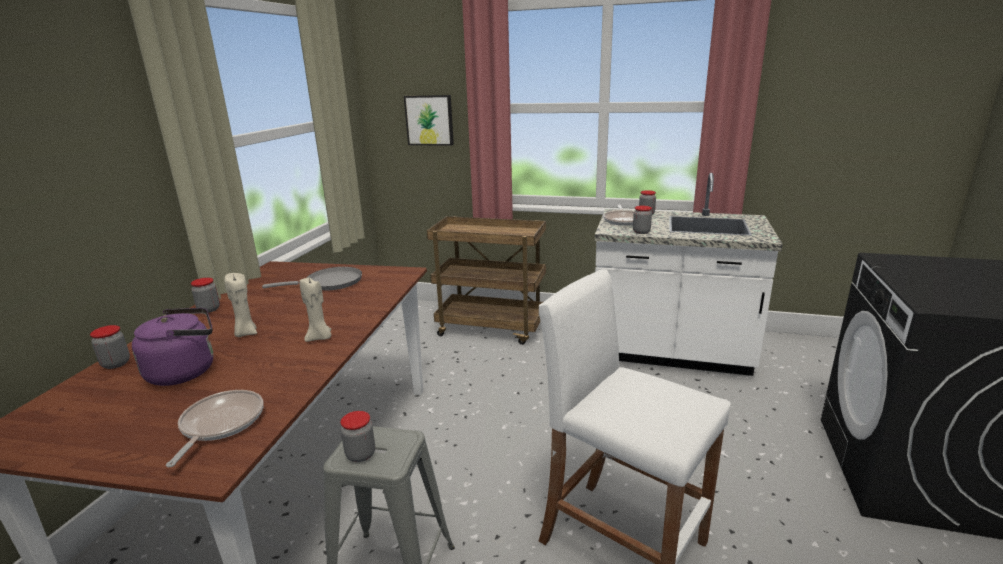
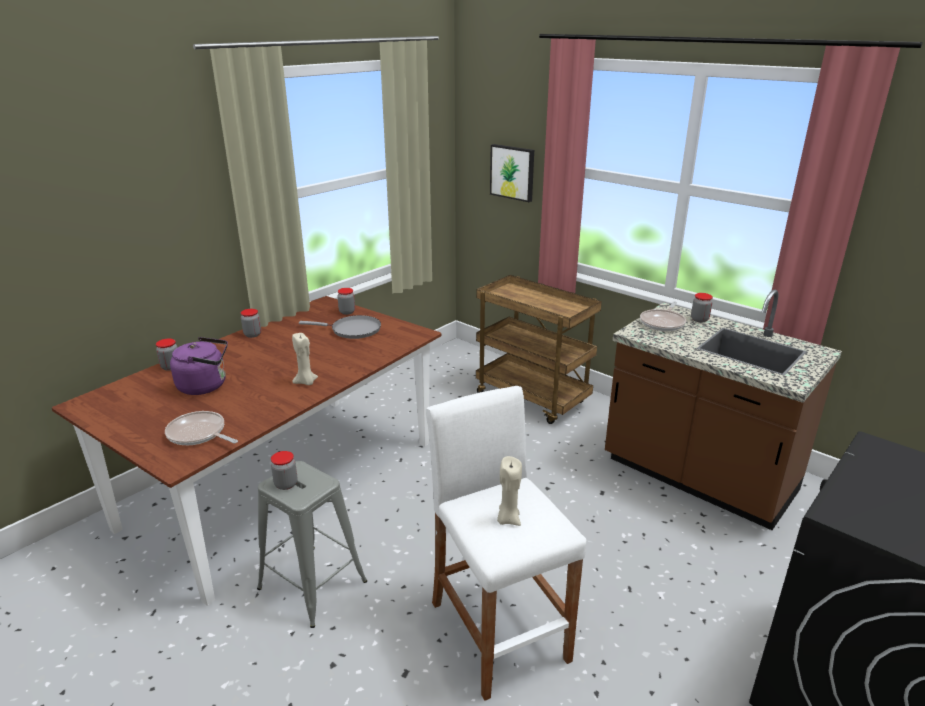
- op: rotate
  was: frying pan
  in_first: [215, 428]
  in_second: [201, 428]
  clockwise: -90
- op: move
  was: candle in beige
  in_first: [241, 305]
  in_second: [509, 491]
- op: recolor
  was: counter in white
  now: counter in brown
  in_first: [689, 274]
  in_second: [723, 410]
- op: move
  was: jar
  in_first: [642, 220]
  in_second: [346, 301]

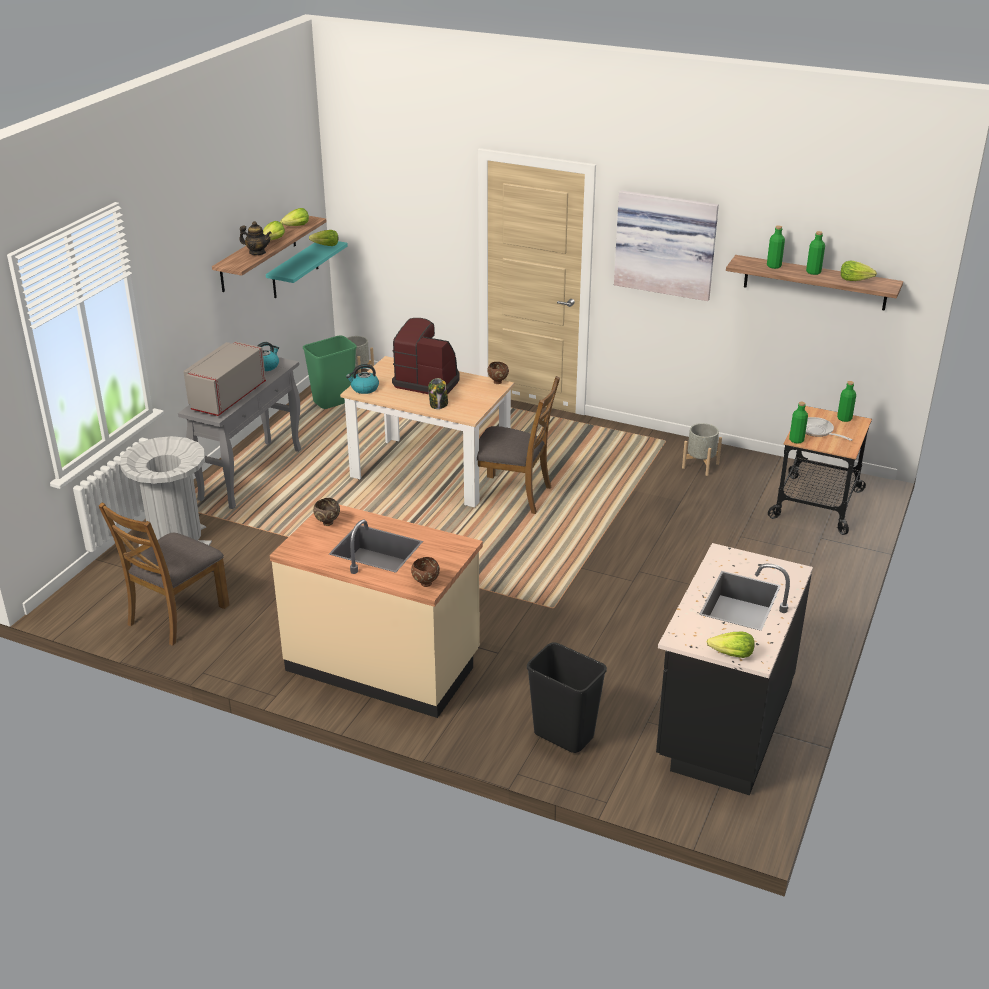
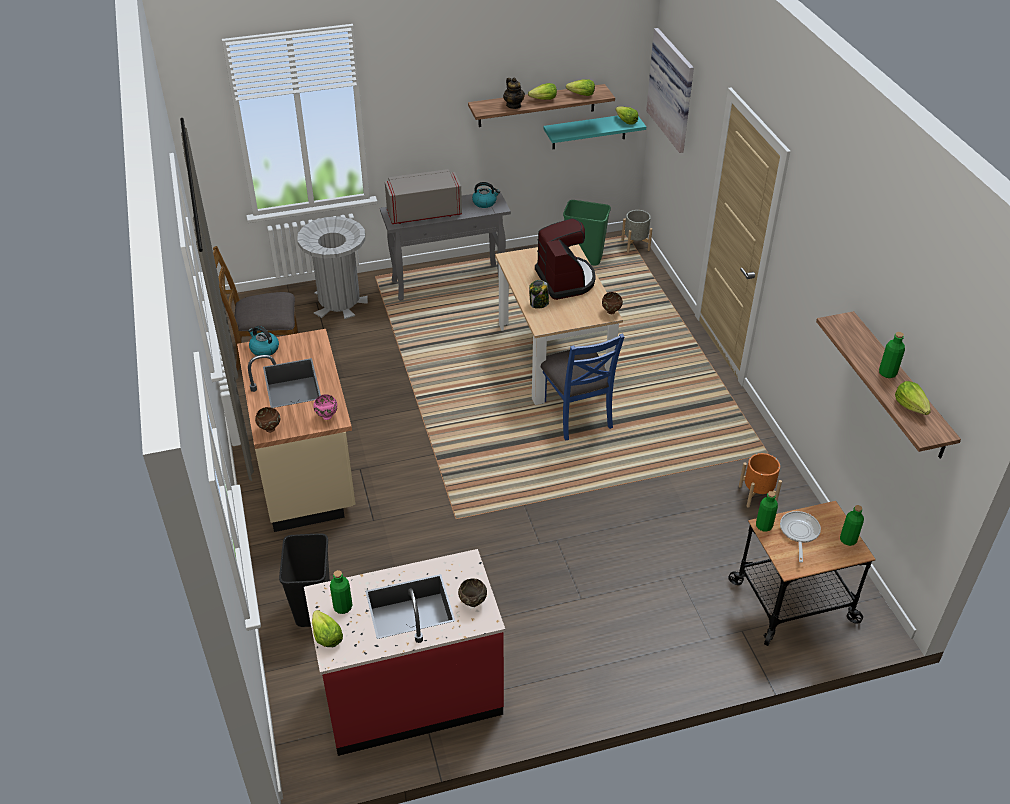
- op: move
  was: bowl in brown
  in_first: [326, 512]
  in_second: [472, 593]
- op: move
  was: kettle
  in_first: [362, 379]
  in_second: [263, 341]
- op: recolor
  was: chair in brown
  now: chair in blue
  in_first: [518, 445]
  in_second: [582, 387]
- op: move
  was: picture
  in_first: [666, 245]
  in_second: [670, 90]
- op: recolor
  was: counter in black
  now: counter in red
  in_first: [734, 669]
  in_second: [404, 652]
- op: recolor
  was: planter in grey
  now: planter in orange
  in_first: [702, 449]
  in_second: [760, 480]
- op: move
  was: bottle in green
  in_first: [776, 247]
  in_second: [341, 592]
- op: insert
  now: bowl in pink
  in_second: [325, 407]

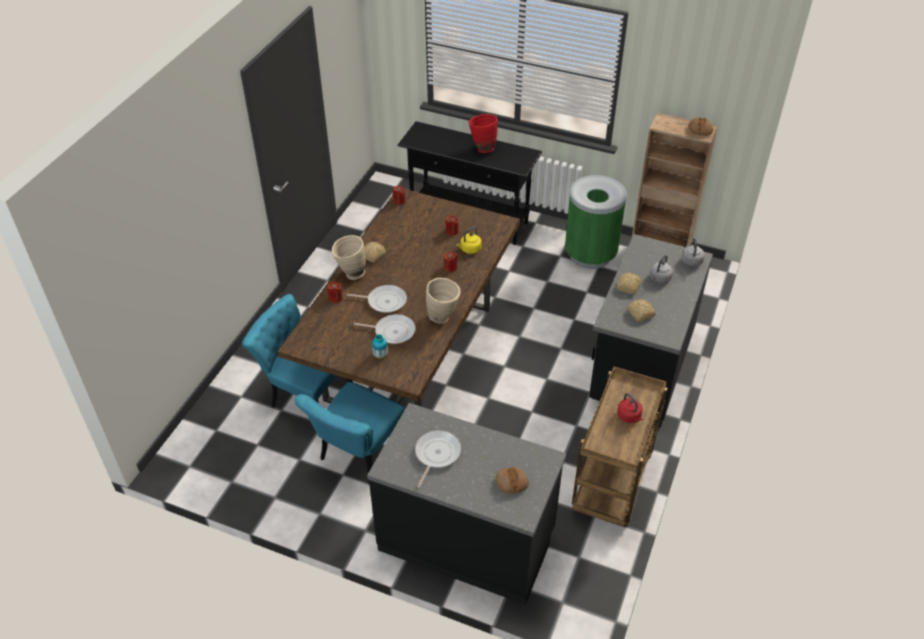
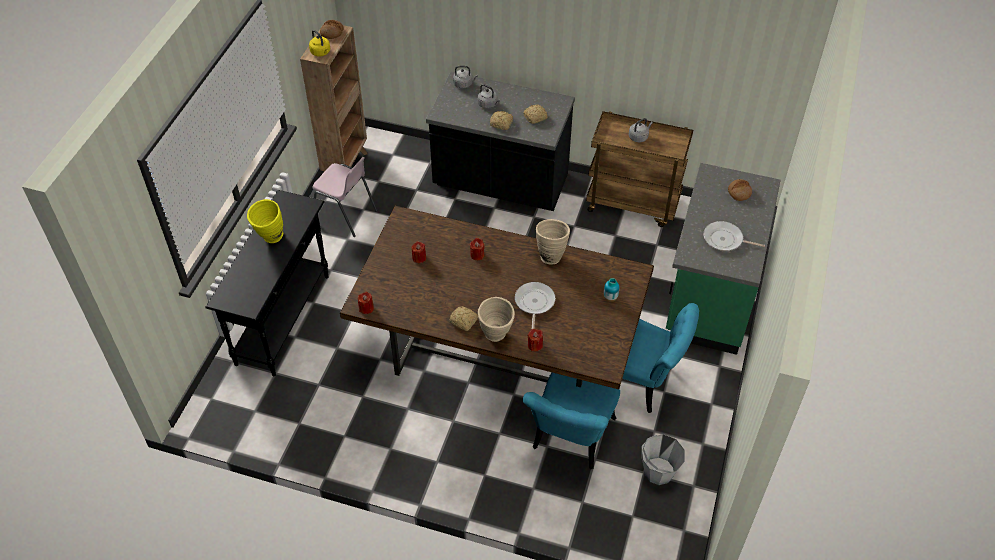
- op: delete
  was: frying pan
  in_first: [385, 329]
- op: recolor
  was: counter in black
  now: counter in green
  in_first: [466, 504]
  in_second: [723, 259]
- op: move
  was: kettle in yellow
  in_first: [469, 240]
  in_second: [319, 43]
- op: recolor
  was: vase in red
  now: vase in yellow
  in_first: [483, 133]
  in_second: [265, 221]
- op: replace
  was: trash can in green
  now: chair in pink
  in_first: [596, 222]
  in_second: [345, 197]
- op: recolor
  was: kettle in red
  now: kettle in grey
  in_first: [630, 408]
  in_second: [641, 130]
- op: insert
  now: bucket in grey
  in_second: [663, 459]

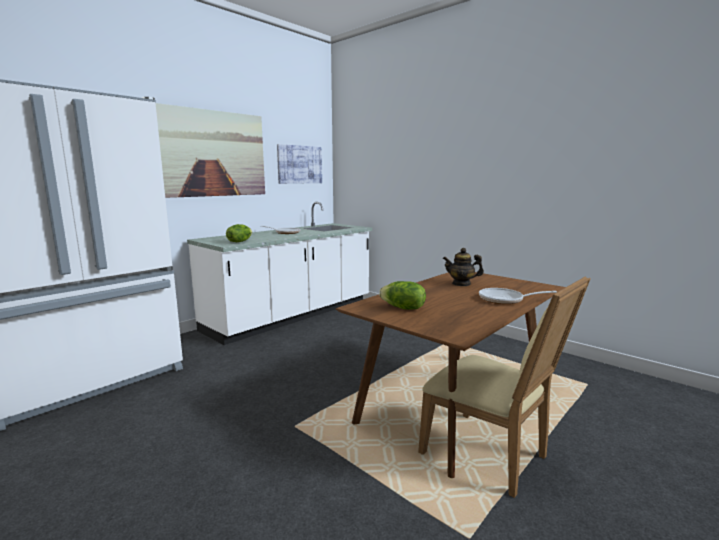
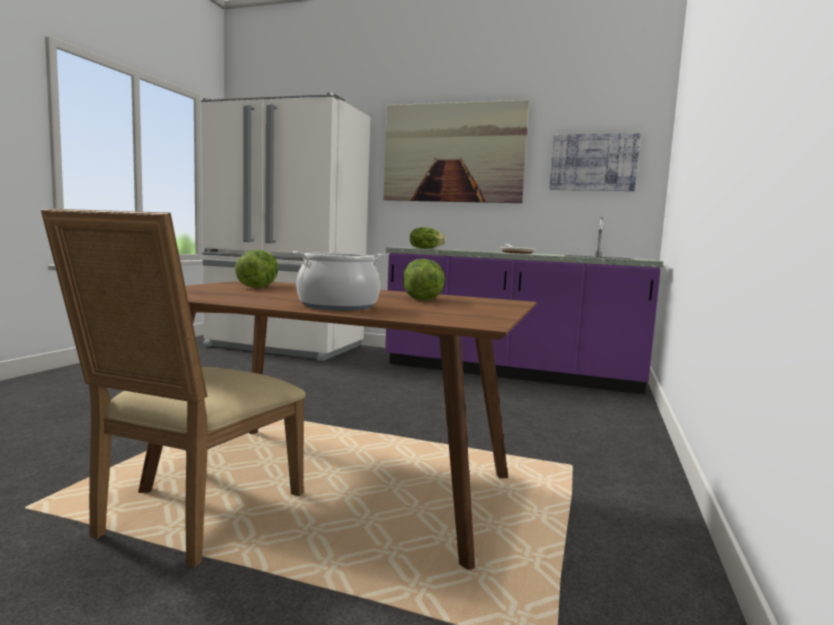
- op: recolor
  was: counter in white
  now: counter in purple
  in_first: [279, 273]
  in_second: [524, 306]
- op: replace
  was: teapot
  now: lettuce
  in_first: [463, 267]
  in_second: [424, 279]
- op: replace
  was: frying pan
  now: cooking pot
  in_first: [518, 296]
  in_second: [339, 281]

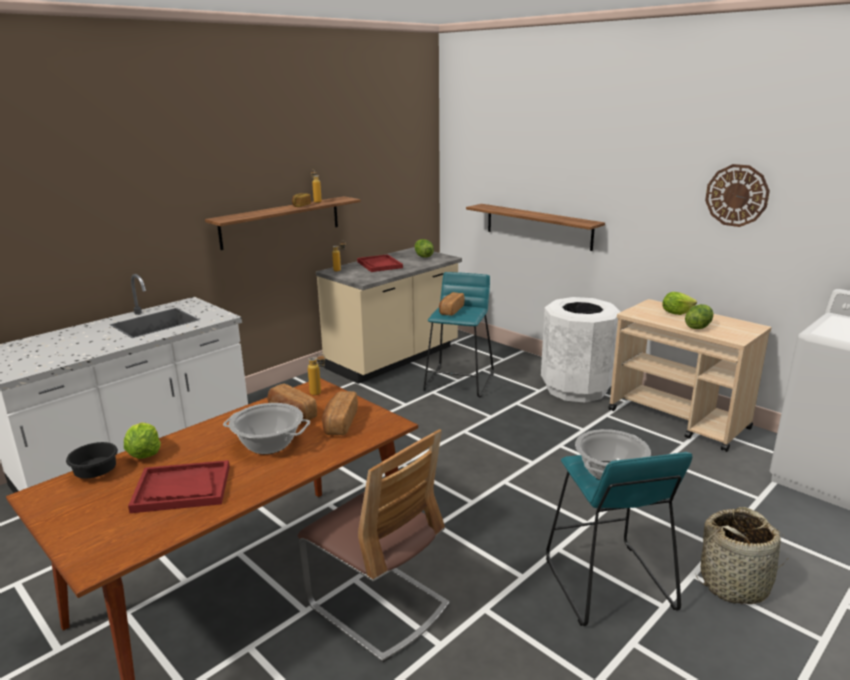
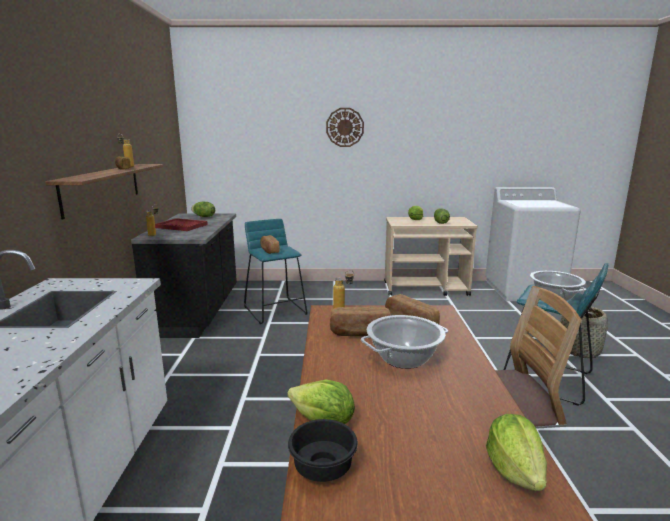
- op: delete
  was: tray in red
  in_first: [179, 486]
- op: recolor
  was: counter in beige
  now: counter in black
  in_first: [389, 315]
  in_second: [184, 275]
- op: delete
  was: shelf
  in_first: [535, 227]
- op: delete
  was: trash can in white
  in_first: [581, 350]
- op: move
  was: wall clock
  in_first: [737, 195]
  in_second: [345, 127]
- op: insert
  now: lettuce
  in_second: [516, 452]

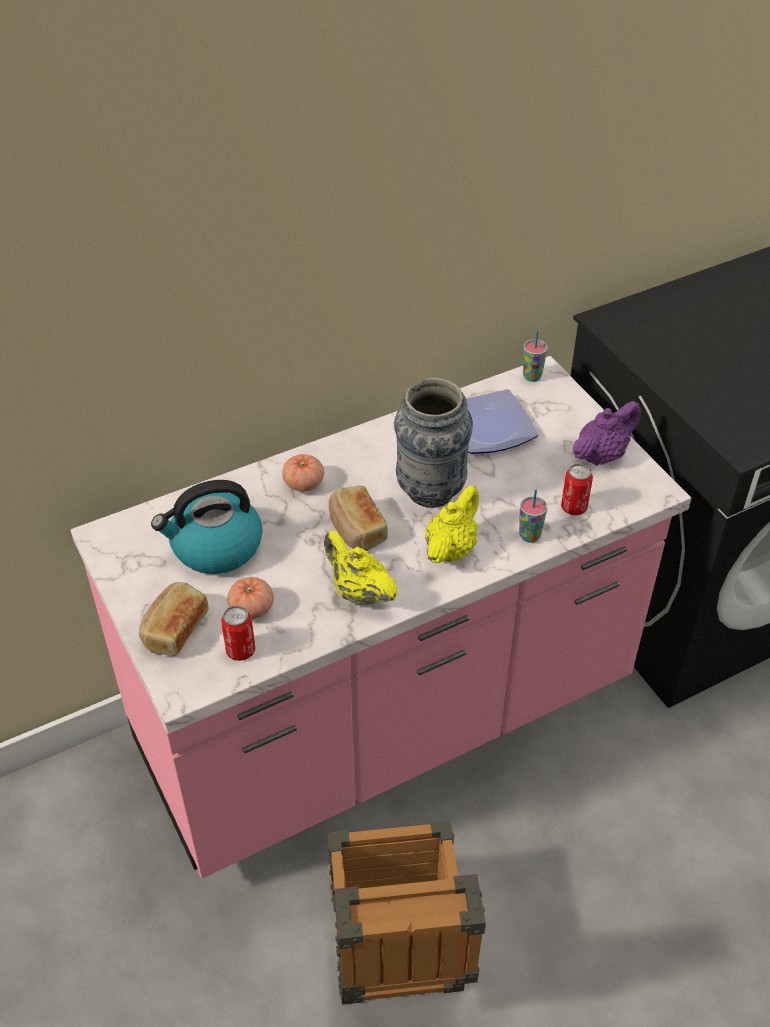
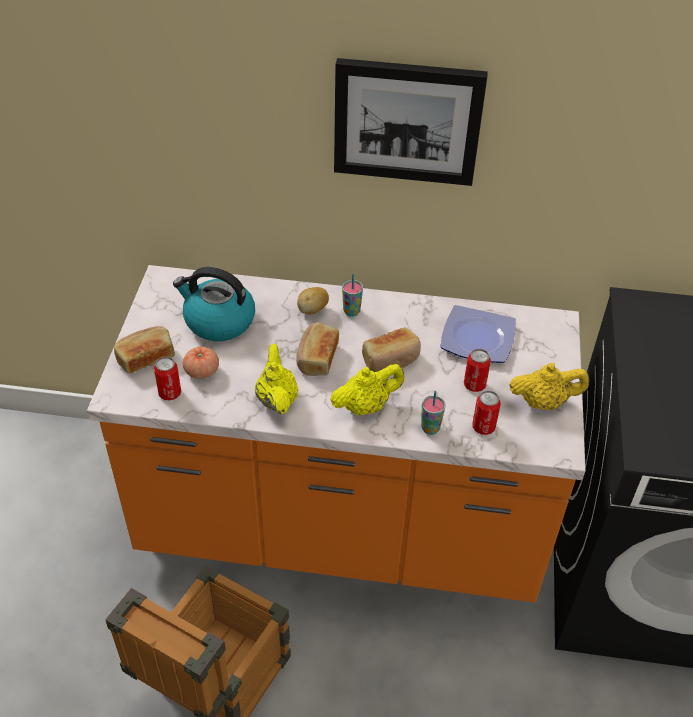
- op: recolor
  was: counter in pink
  now: counter in orange
  in_first: [381, 617]
  in_second: [336, 433]
- op: replace
  was: tomato
  now: potato
  in_first: [303, 473]
  in_second: [313, 301]
- op: replace
  was: vase
  now: bread
  in_first: [433, 443]
  in_second: [391, 349]
- op: move
  was: cup
  in_first: [535, 356]
  in_second: [352, 295]
- op: recolor
  was: teapot in purple
  now: teapot in yellow
  in_first: [606, 433]
  in_second: [550, 386]
- op: insert
  now: picture
  in_second: [411, 122]
- op: insert
  now: can
  in_second: [477, 370]

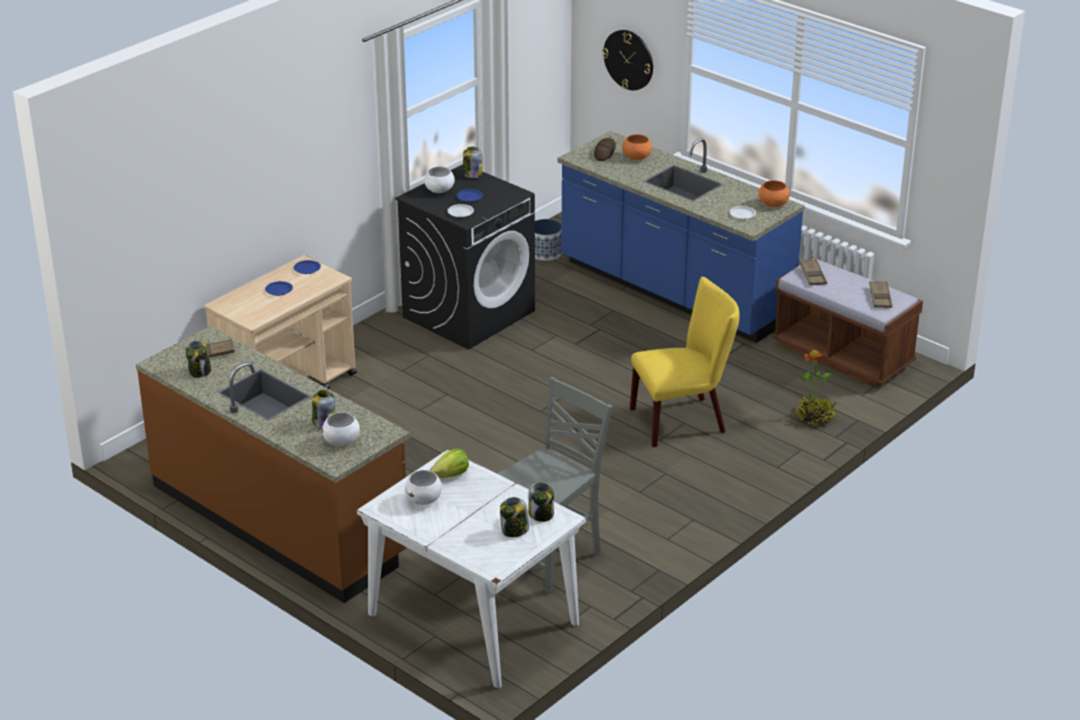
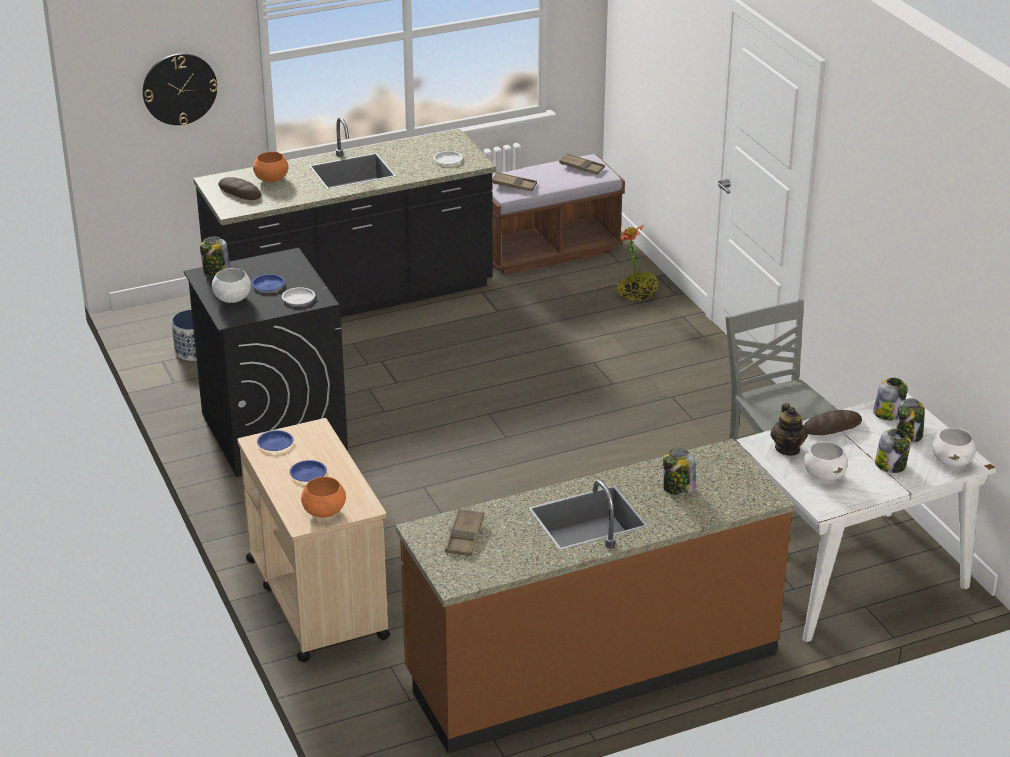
- op: move
  was: jar
  in_first: [198, 359]
  in_second: [893, 451]
- op: move
  was: bowl in white
  in_first: [341, 429]
  in_second: [954, 447]
- op: replace
  was: lettuce
  now: teapot
  in_first: [449, 463]
  in_second: [789, 429]
- op: recolor
  was: counter in blue
  now: counter in black
  in_first: [681, 237]
  in_second: [344, 217]
- op: delete
  was: chair in yellow
  in_first: [685, 362]
- op: move
  was: bowl in orange
  in_first: [774, 193]
  in_second: [323, 497]
- op: insert
  now: bread
  in_second: [833, 422]

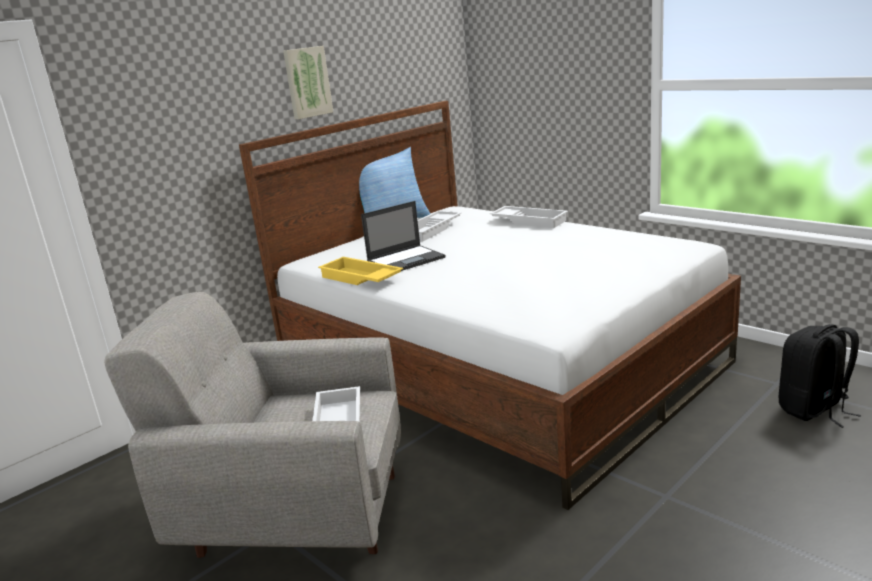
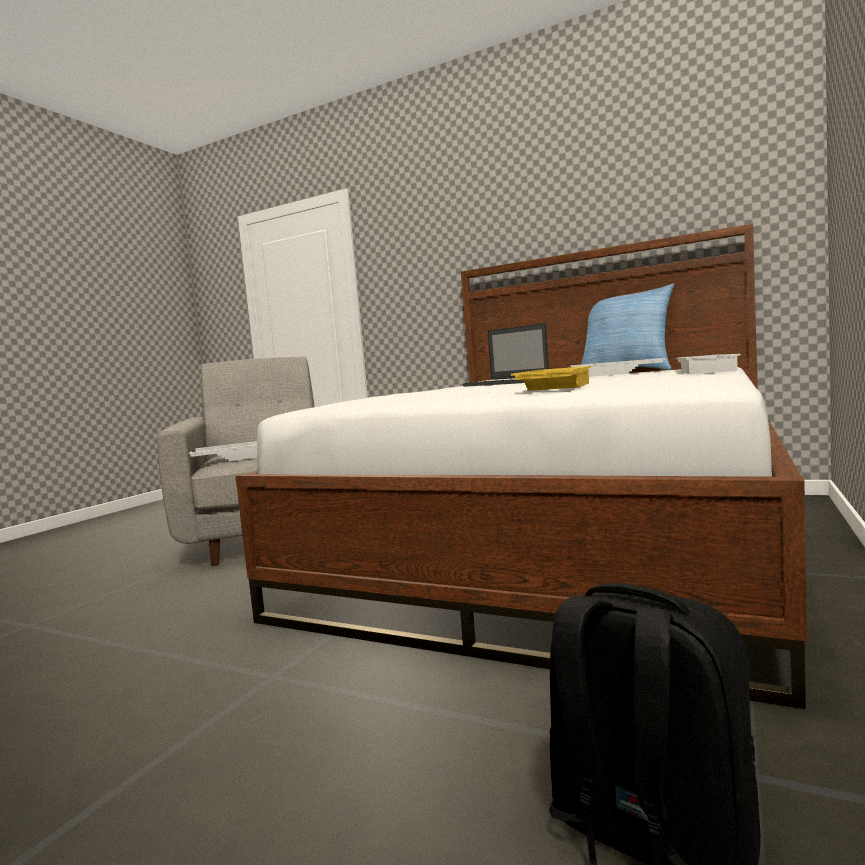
- op: delete
  was: picture
  in_first: [308, 82]
- op: move
  was: tray in yellow
  in_first: [360, 271]
  in_second: [551, 378]

